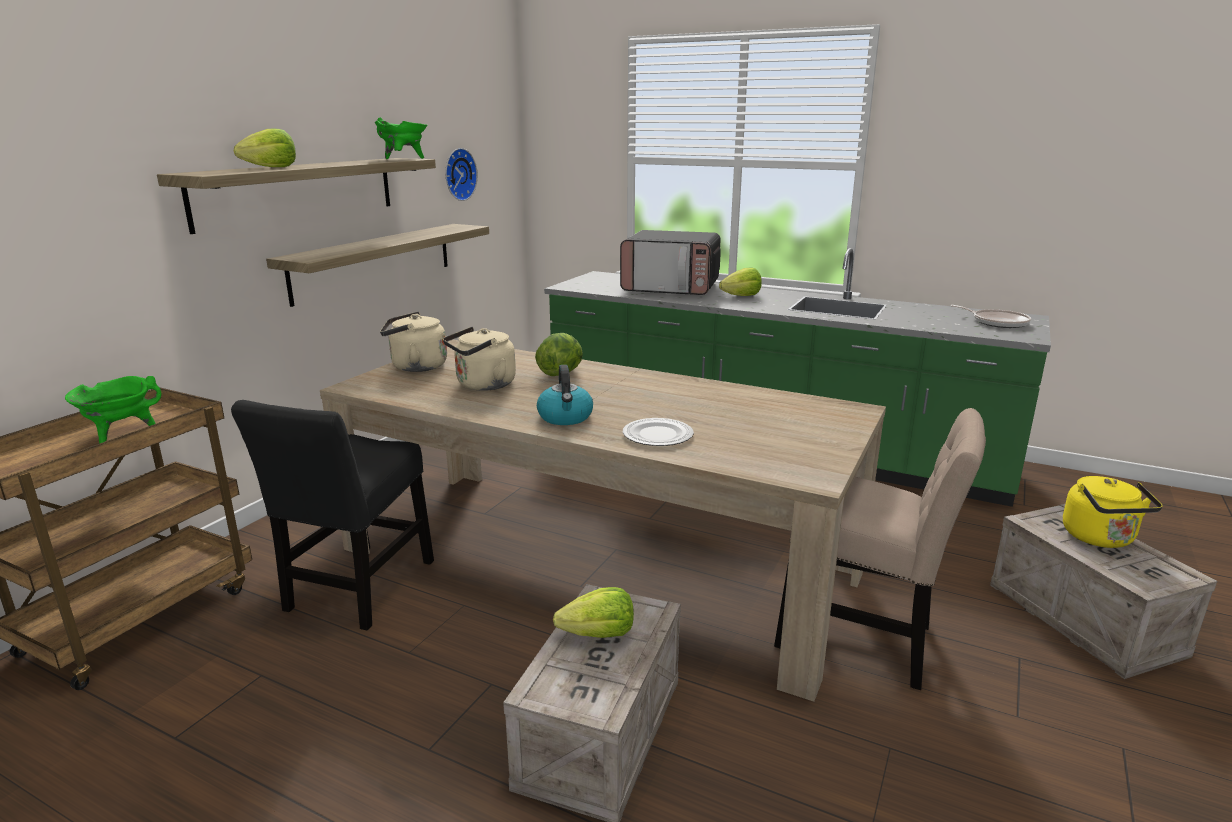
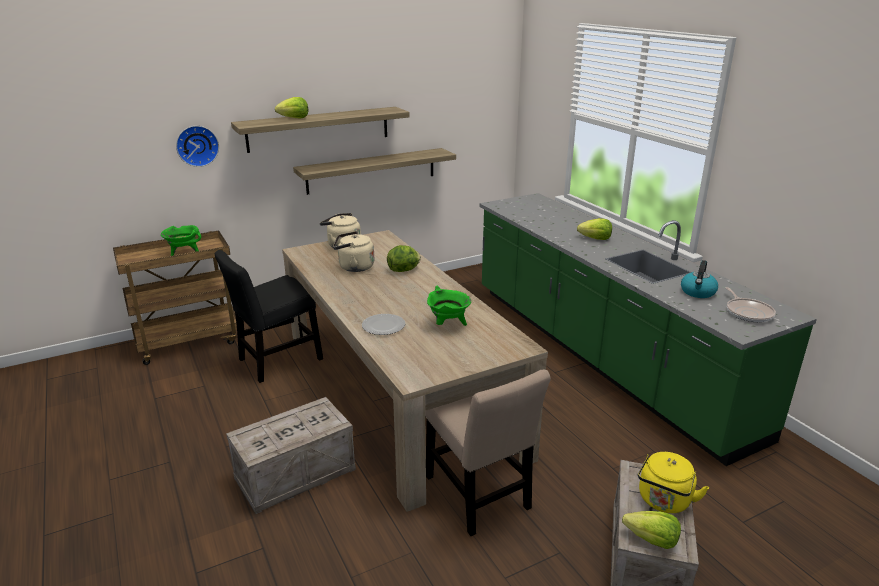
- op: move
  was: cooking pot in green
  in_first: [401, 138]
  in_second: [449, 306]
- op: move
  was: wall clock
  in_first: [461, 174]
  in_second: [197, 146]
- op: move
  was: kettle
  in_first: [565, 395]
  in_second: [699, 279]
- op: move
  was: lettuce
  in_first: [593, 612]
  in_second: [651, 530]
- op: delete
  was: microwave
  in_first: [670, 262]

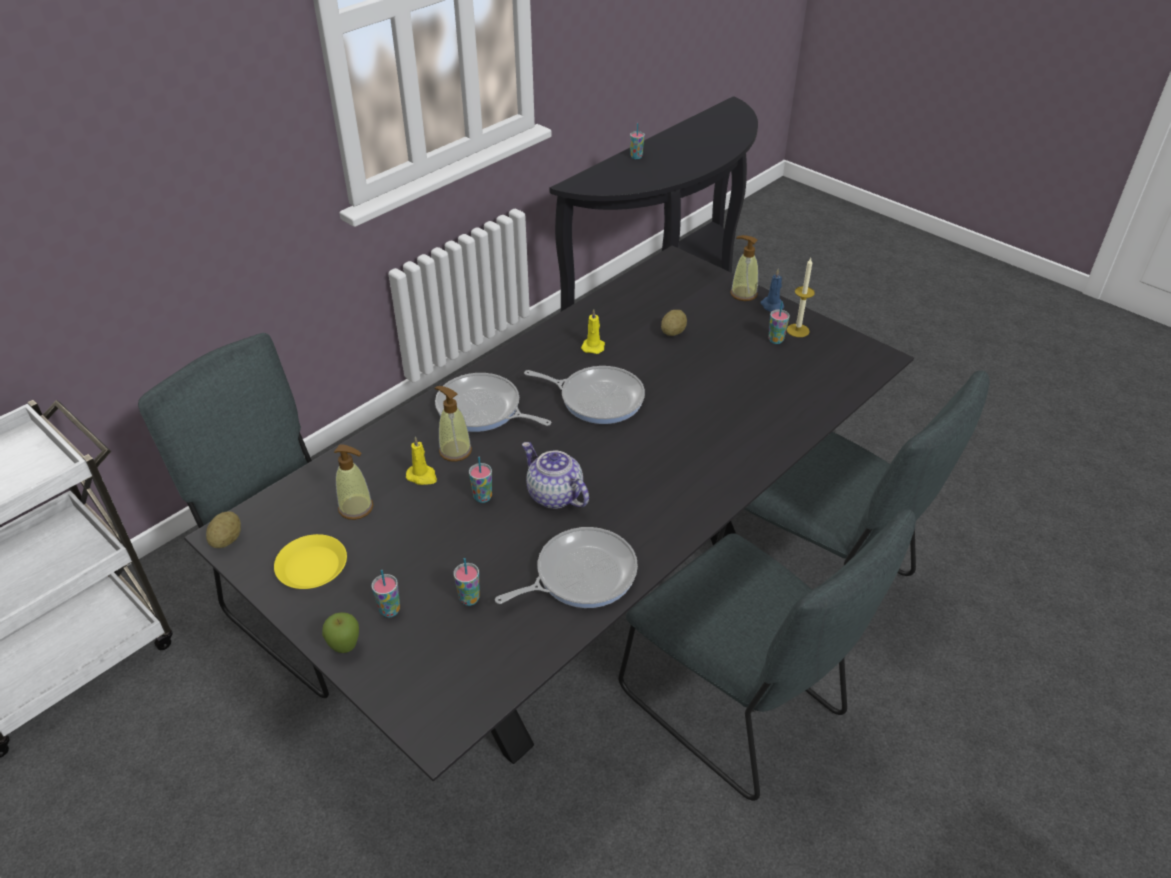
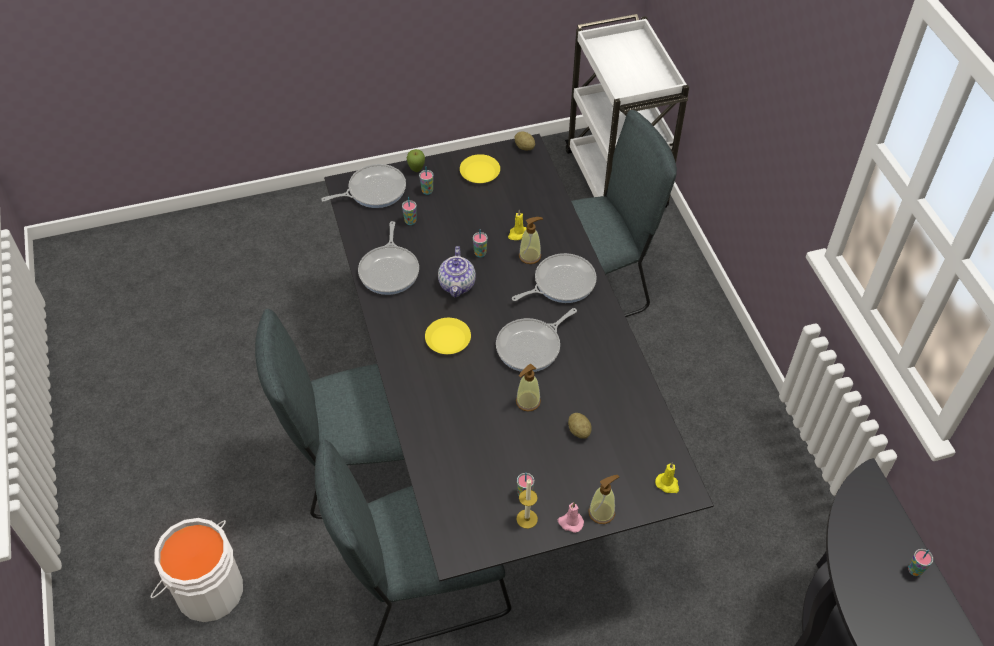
- op: move
  was: soap dispenser
  in_first: [353, 482]
  in_second: [528, 388]
- op: rotate
  was: teapot
  in_first: [555, 475]
  in_second: [457, 272]
  clockwise: 105
- op: move
  was: candle in yellow
  in_first: [593, 331]
  in_second: [667, 477]
- op: recolor
  was: candle in blue
  now: candle in pink
  in_first: [772, 290]
  in_second: [571, 518]
- op: insert
  now: bucket in white
  in_second: [197, 570]
- op: insert
  now: frying pan
  in_second: [363, 186]
- op: insert
  now: plate in yellow
  in_second: [448, 336]

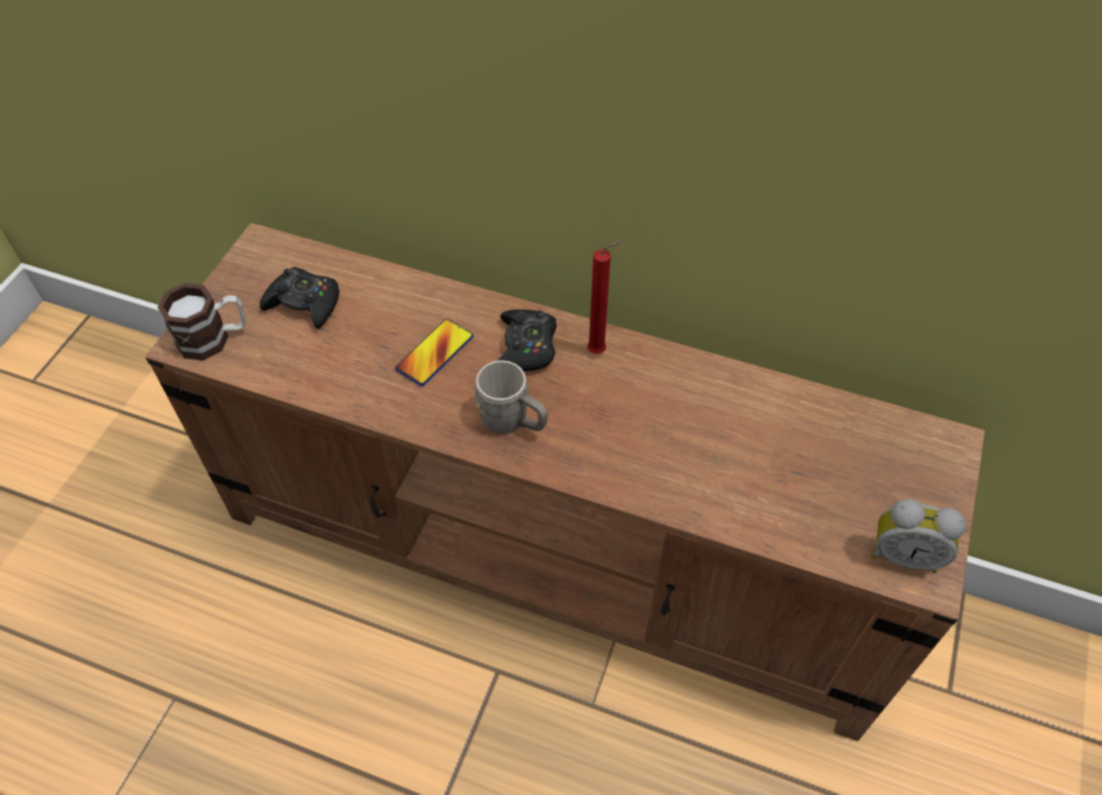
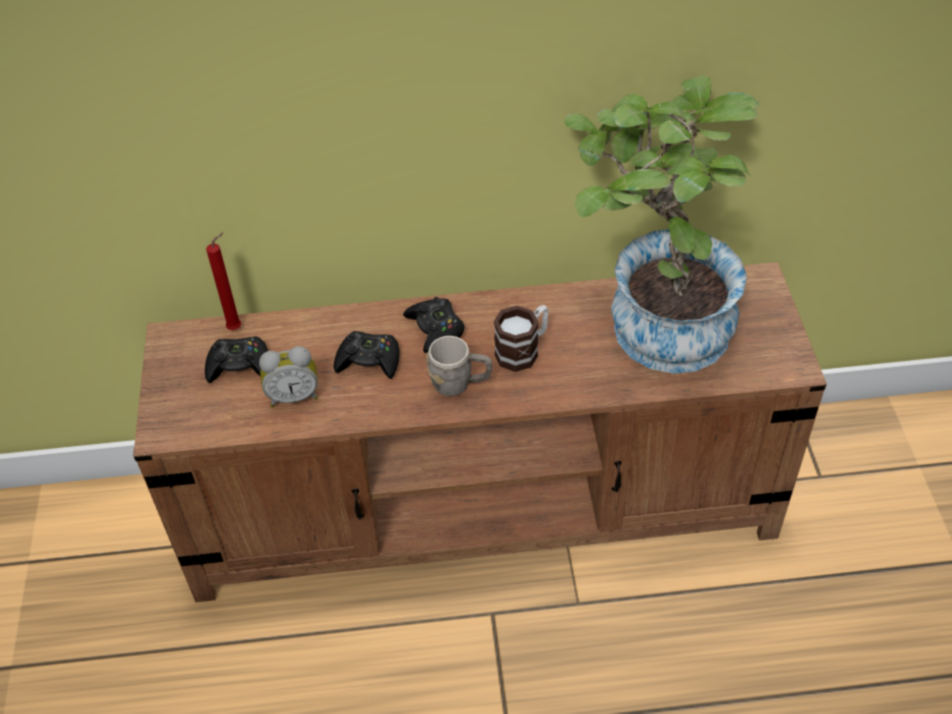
- op: move
  was: mug
  in_first: [201, 322]
  in_second: [521, 338]
- op: replace
  was: phone
  now: game controller in black
  in_first: [434, 352]
  in_second: [367, 355]
- op: move
  was: candle in red
  in_first: [604, 297]
  in_second: [223, 281]
- op: move
  was: alarm clock
  in_first: [918, 536]
  in_second: [288, 376]
- op: insert
  now: potted plant
  in_second: [662, 225]

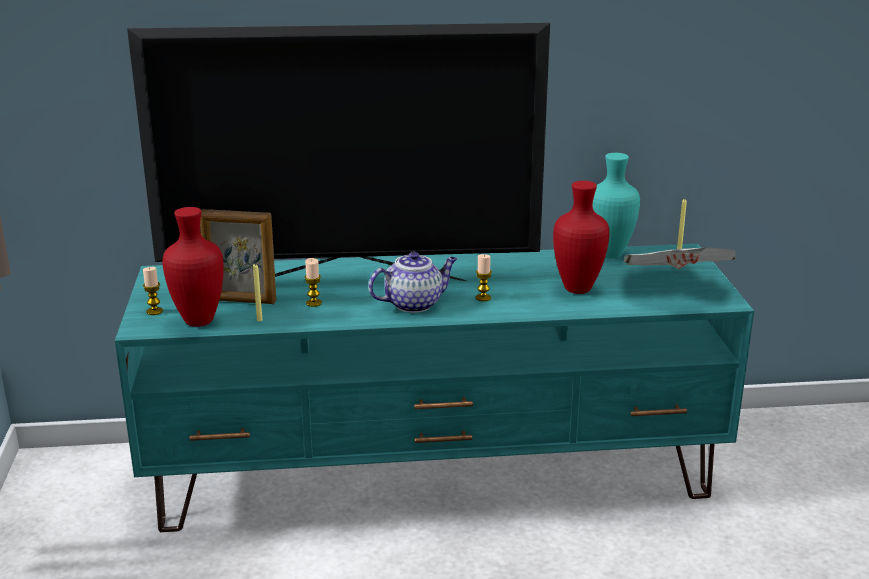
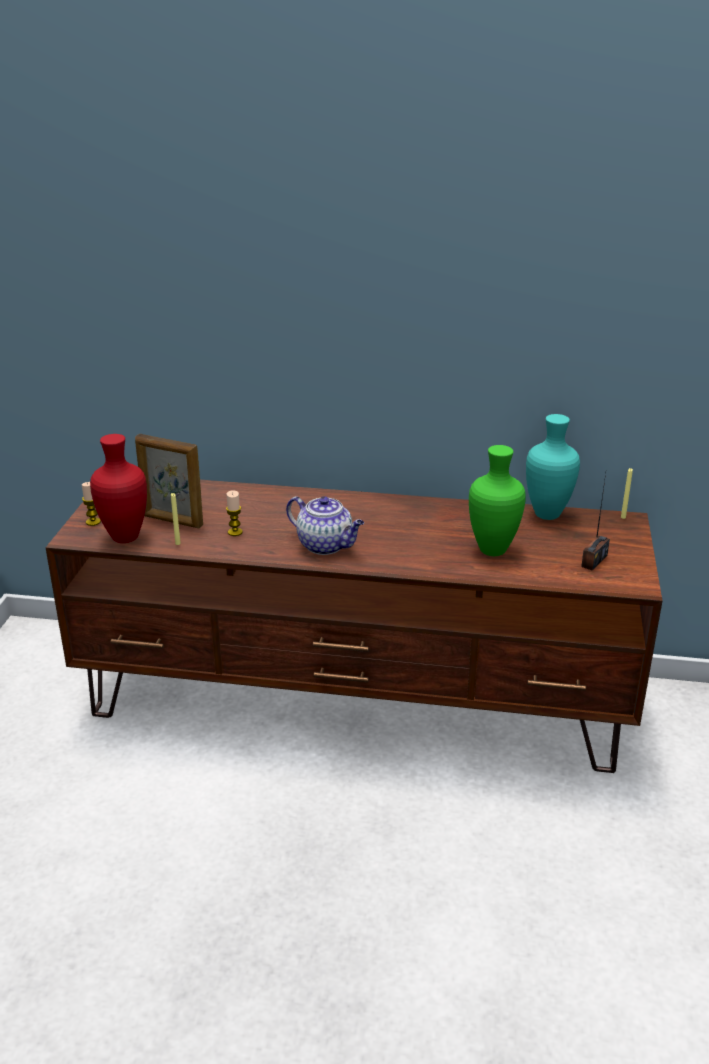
- op: recolor
  was: tv stand in turquoise
  now: tv stand in brown
  in_first: [434, 388]
  in_second: [353, 626]
- op: delete
  was: television
  in_first: [338, 152]
- op: rotate
  was: teapot
  in_first: [412, 282]
  in_second: [325, 525]
  clockwise: 45
- op: delete
  was: candle
  in_first: [484, 277]
- op: recolor
  was: vase in red
  now: vase in green
  in_first: [581, 237]
  in_second: [497, 500]
- op: replace
  was: newspaper
  now: radio
  in_first: [679, 258]
  in_second: [595, 522]

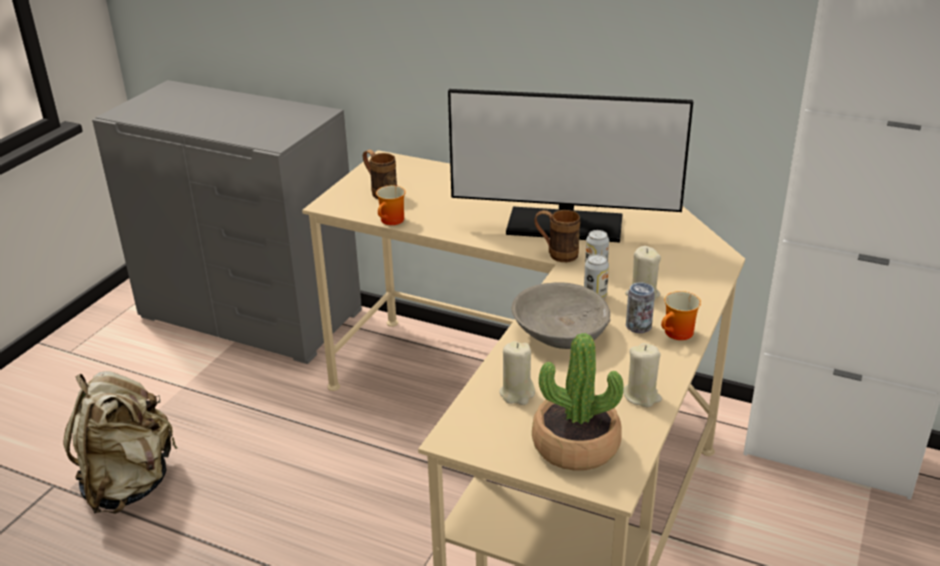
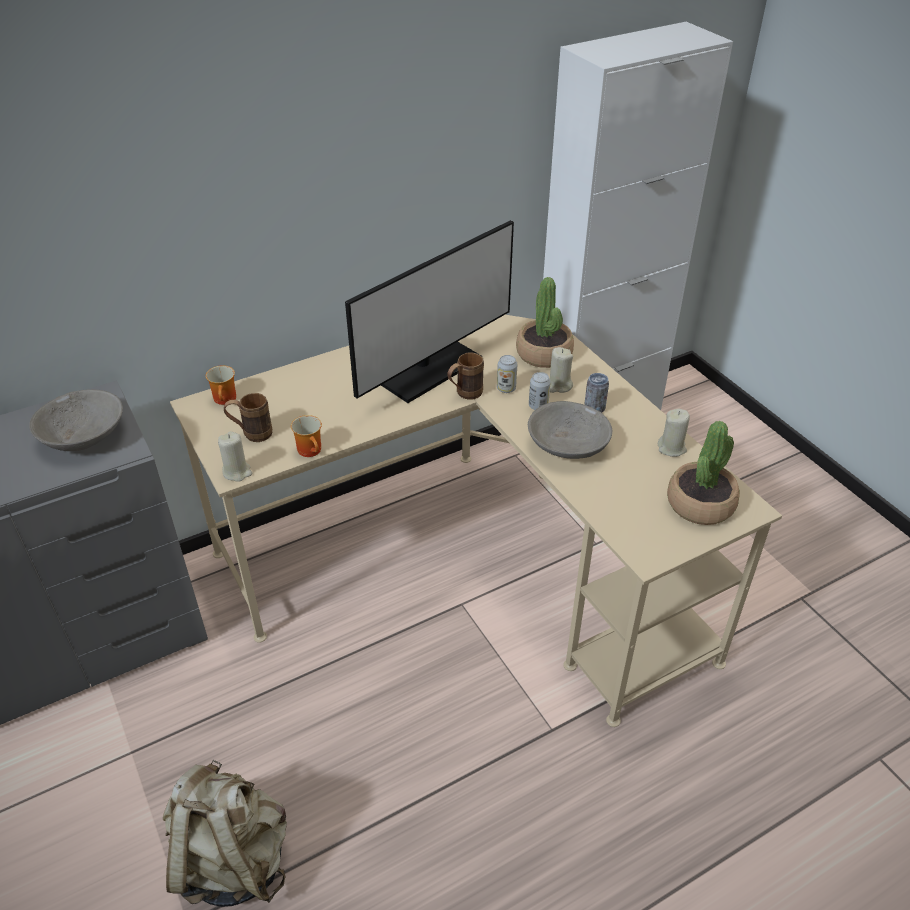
- op: move
  was: candle in beige
  in_first: [517, 373]
  in_second: [235, 457]
- op: move
  was: mug
  in_first: [681, 315]
  in_second: [221, 385]
- op: insert
  now: bowl in grey
  in_second: [76, 420]
- op: insert
  now: potted plant
  in_second: [545, 322]

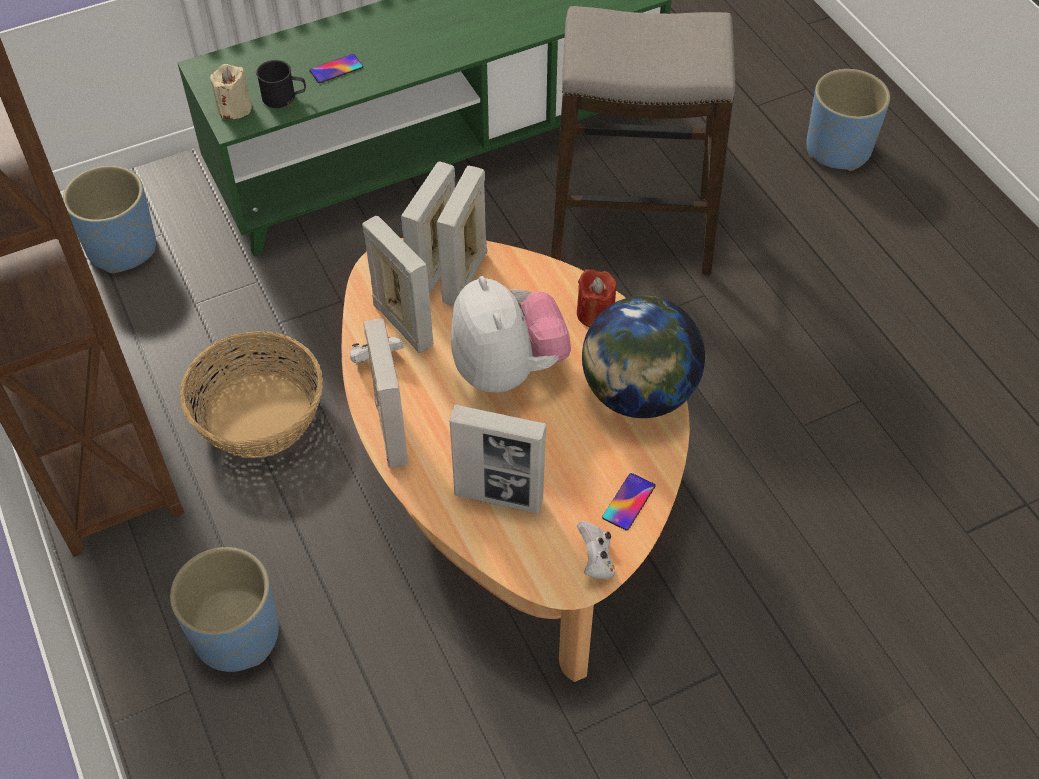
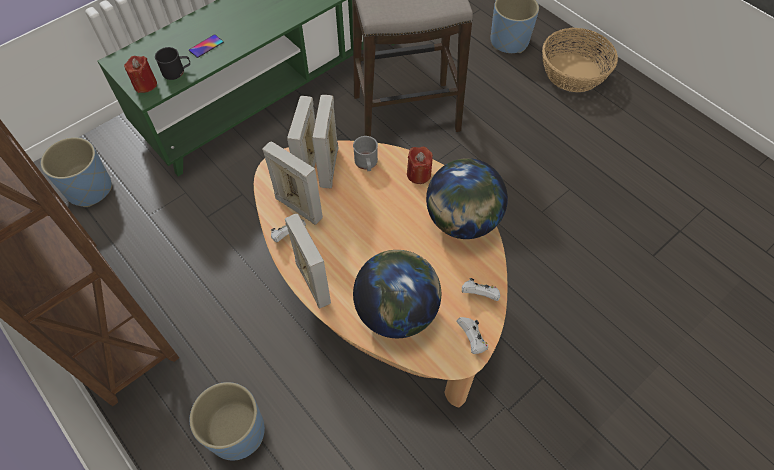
- op: move
  was: basket
  in_first: [251, 394]
  in_second: [580, 60]
- op: recolor
  was: candle in beige
  now: candle in red
  in_first: [231, 91]
  in_second: [140, 74]
- op: replace
  was: picture frame
  now: globe
  in_first: [498, 459]
  in_second: [397, 294]
- op: delete
  was: plush toy
  in_first: [511, 334]
- op: replace
  was: phone
  now: game controller in white
  in_first: [629, 502]
  in_second: [481, 289]
- op: insert
  now: mug in grey
  in_second: [365, 153]

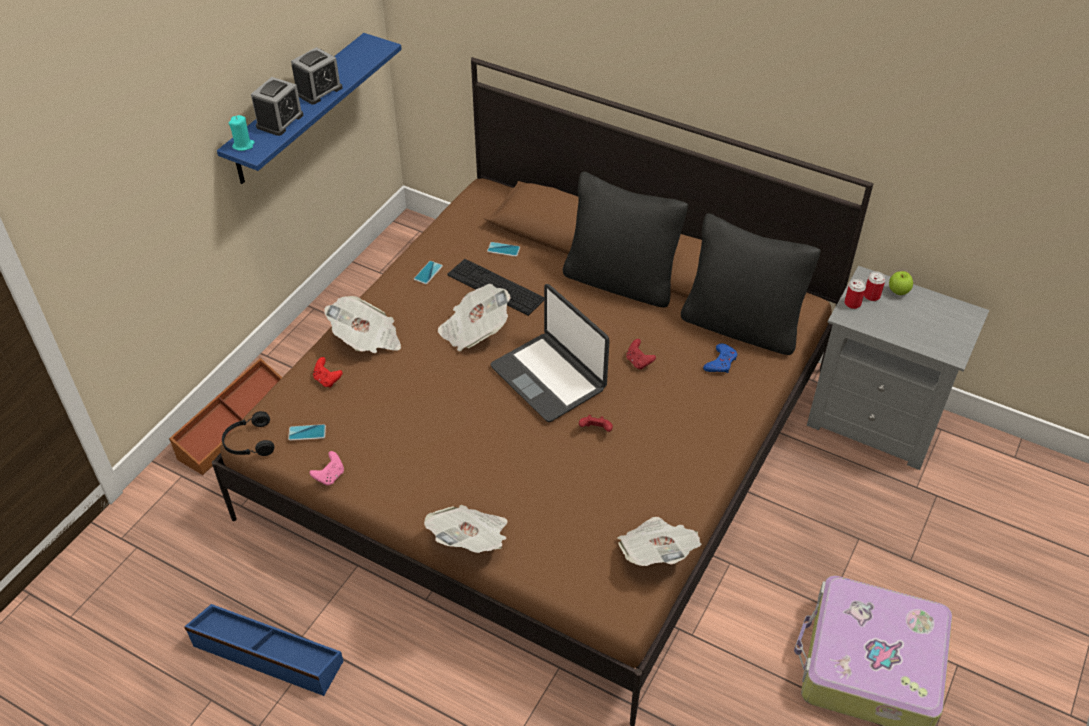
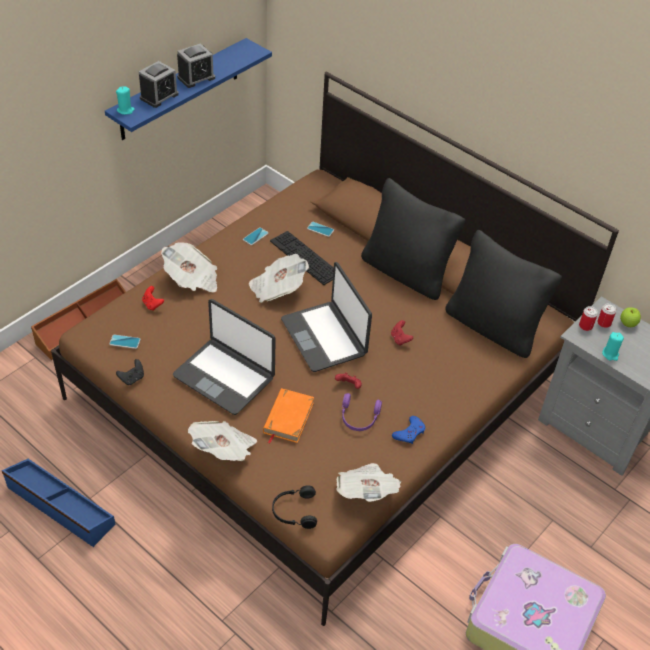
- op: move
  was: headphones in black
  in_first: [248, 433]
  in_second: [294, 507]
- op: recolor
  was: game controller in pink
  now: game controller in black
  in_first: [327, 468]
  in_second: [130, 372]
- op: move
  was: game controller in blue
  in_first: [720, 358]
  in_second: [408, 430]
- op: insert
  now: laptop
  in_second: [224, 357]
- op: insert
  now: book in orange
  in_second: [288, 416]
- op: insert
  now: headphones in purple
  in_second: [362, 412]
- op: insert
  now: candle in turquoise
  in_second: [613, 346]

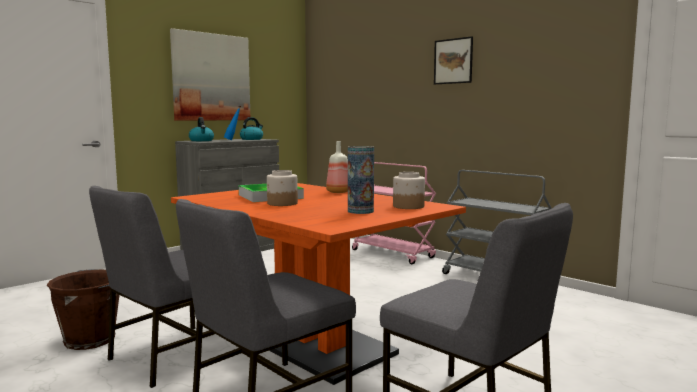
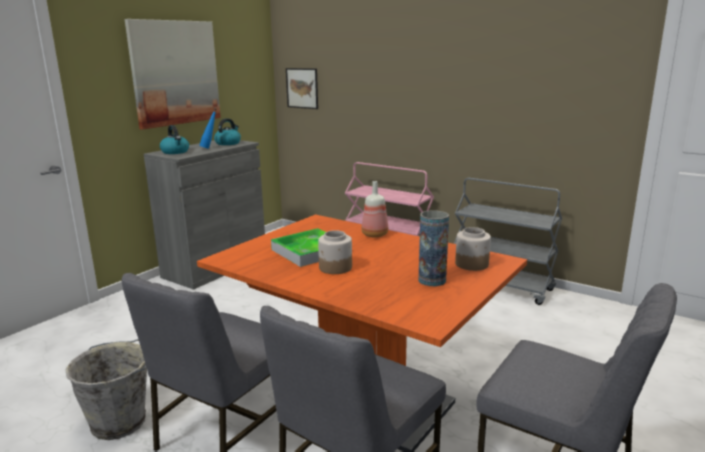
- op: recolor
  was: bucket in brown
  now: bucket in grey
  in_first: [83, 309]
  in_second: [106, 389]
- op: move
  was: picture
  in_first: [453, 60]
  in_second: [302, 88]

